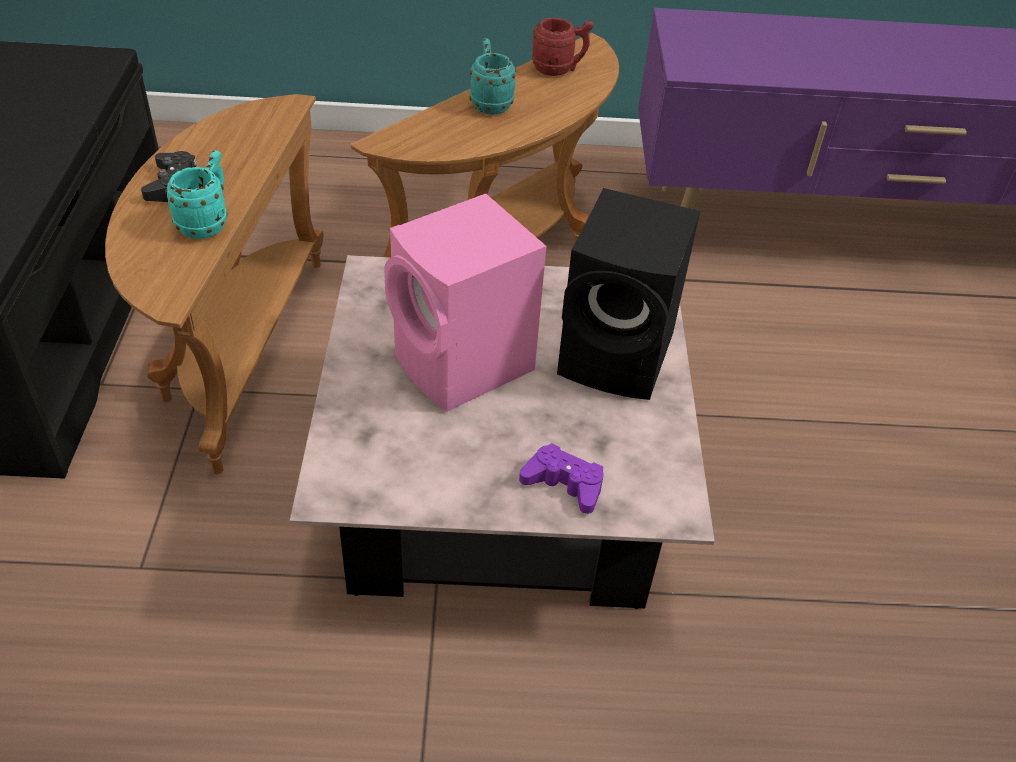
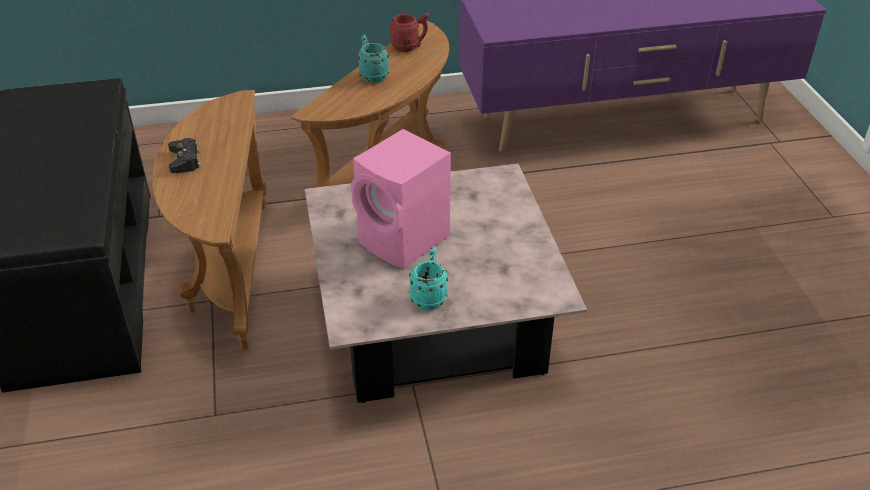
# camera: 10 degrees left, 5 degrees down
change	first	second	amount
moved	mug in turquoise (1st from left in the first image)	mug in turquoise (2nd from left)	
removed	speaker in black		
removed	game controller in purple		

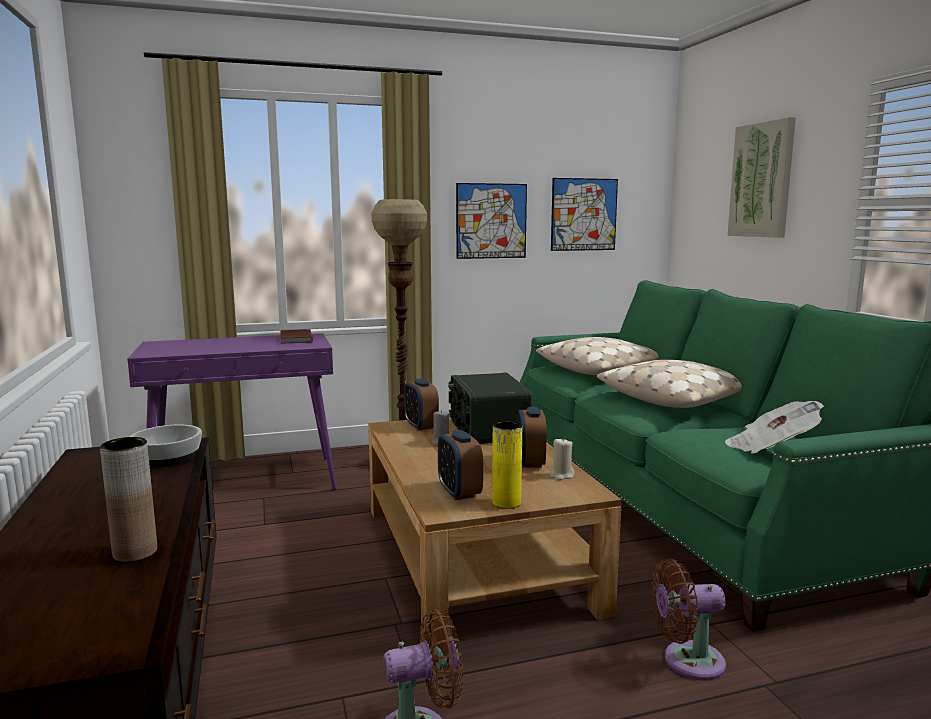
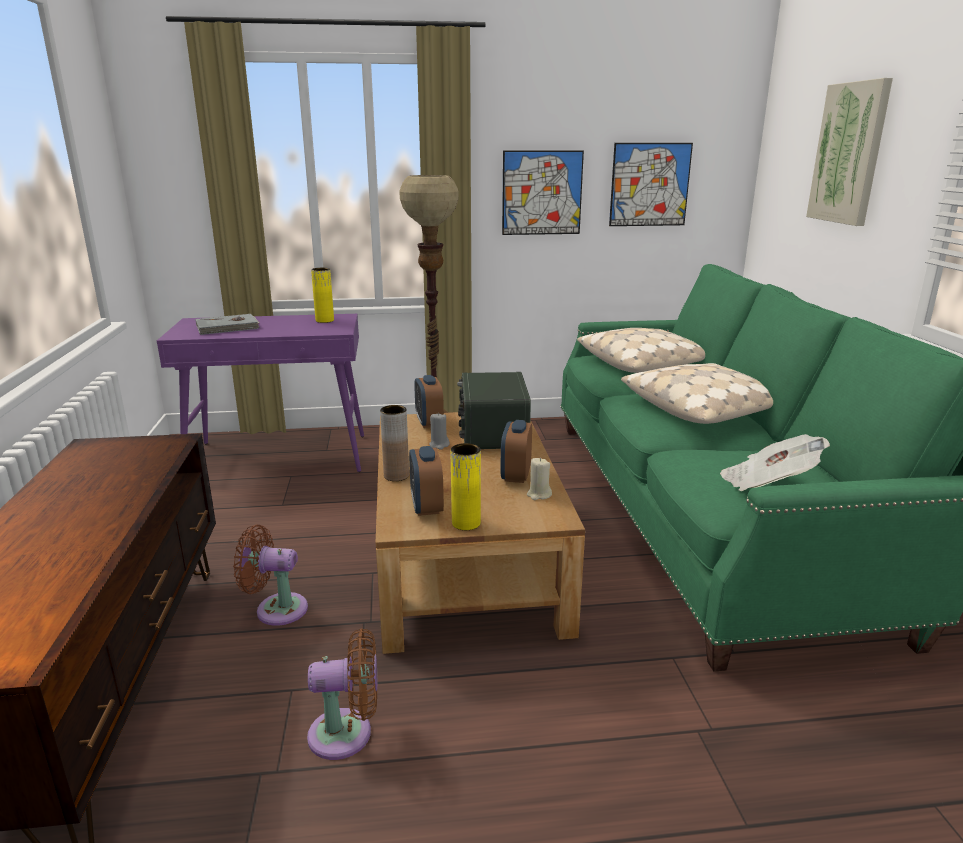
# camera: 10 degrees right, 10 degrees up
change	first	second	amount
replaced	book in brown	vase in yellow (1st from left)	
removed	bowl		
moved	vase in brown		
moved	fan in brown (2nd from left in the first image)	fan in brown (1st from left)	
added		book in grey	

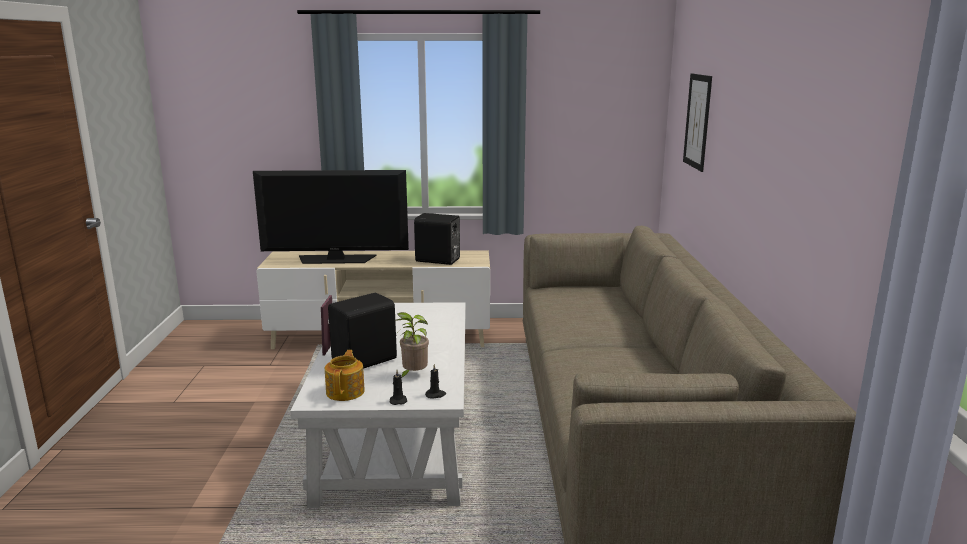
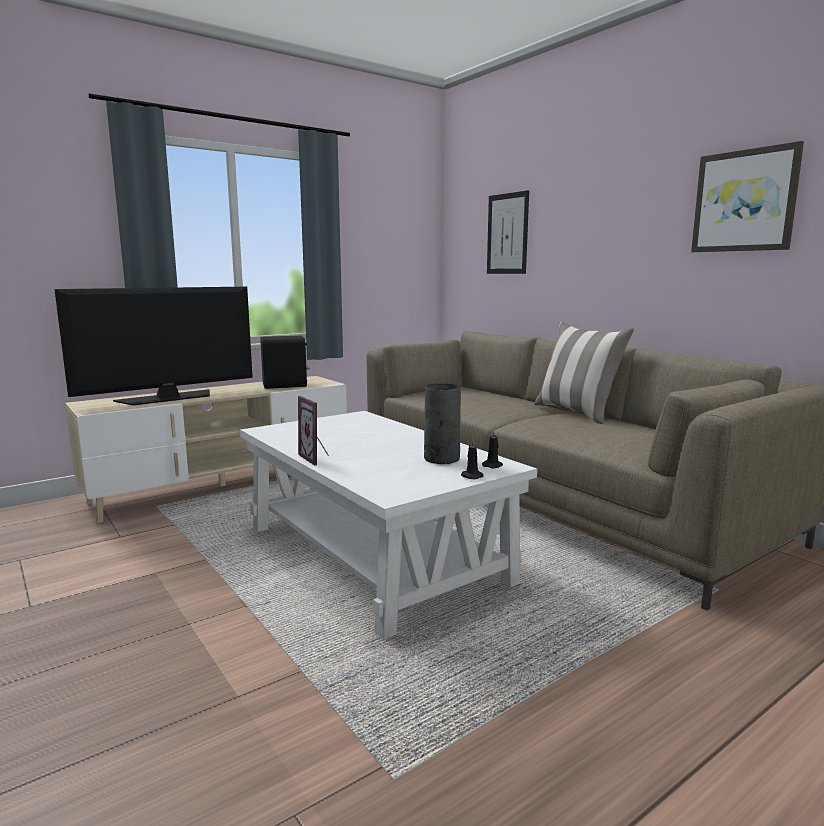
# camera: 35 degrees left, 5 degrees down
change	first	second	amount
removed	speaker in black (1st from left)		
replaced	potted plant	vase in grey	
removed	teapot		
added		picture (2nd from left)	
added		pillow	

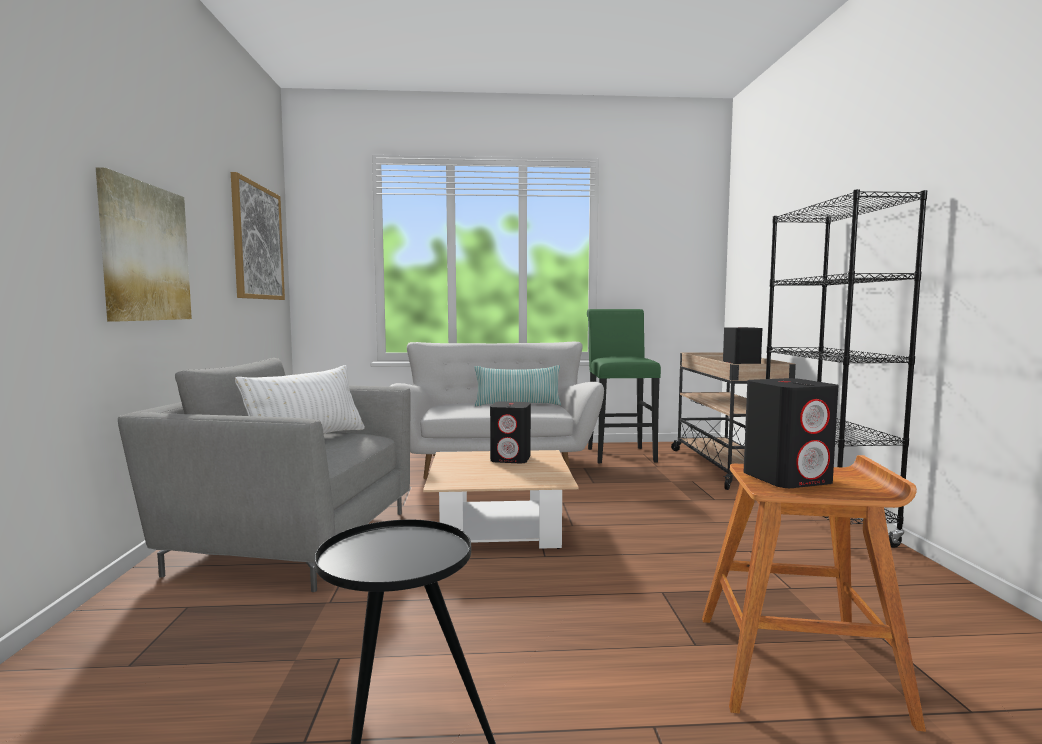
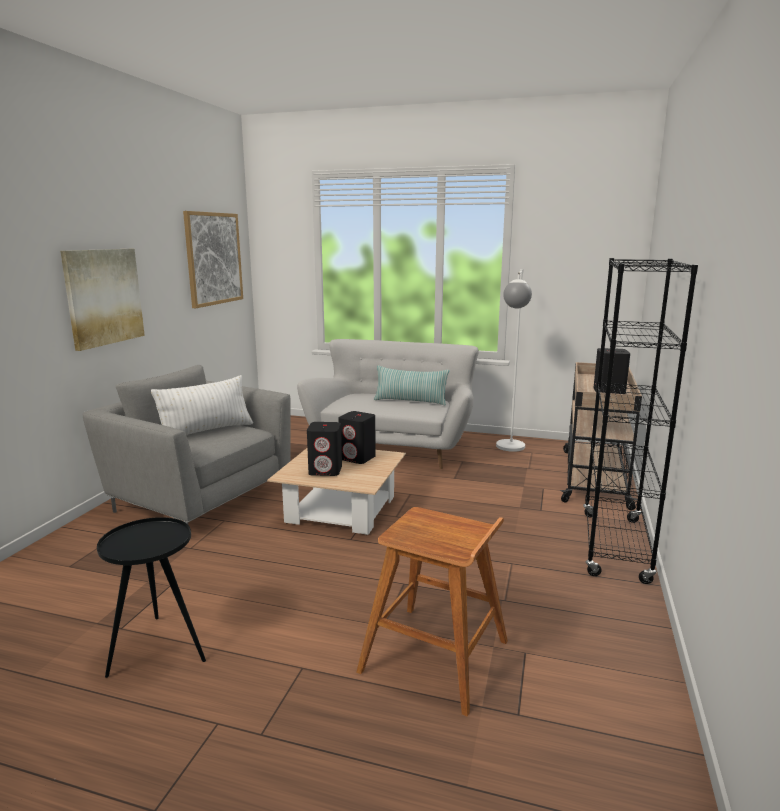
# camera: 20 degrees right, 10 degrees up
change	first	second	amount
replaced	stool in green	floor lamp in white	
moved	speaker in black (3rd from left in the first image)	speaker in black (1st from left)	

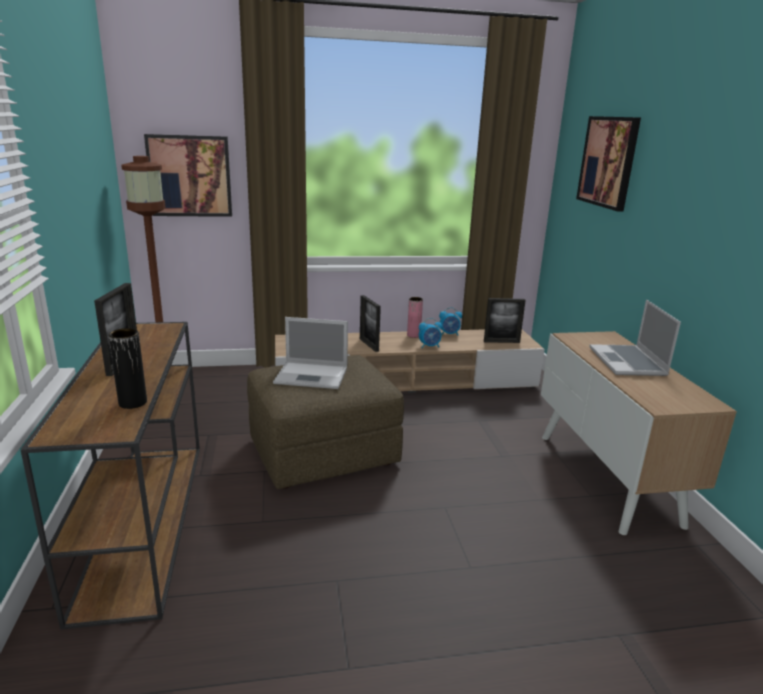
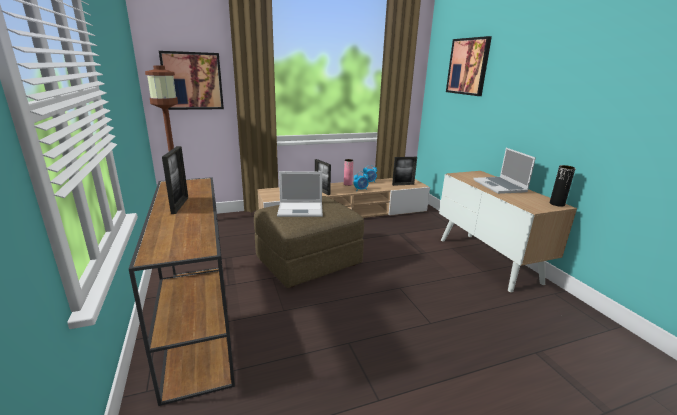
# camera: 10 degrees left, 0 degrees up
change	first	second	amount
moved	vase in black		

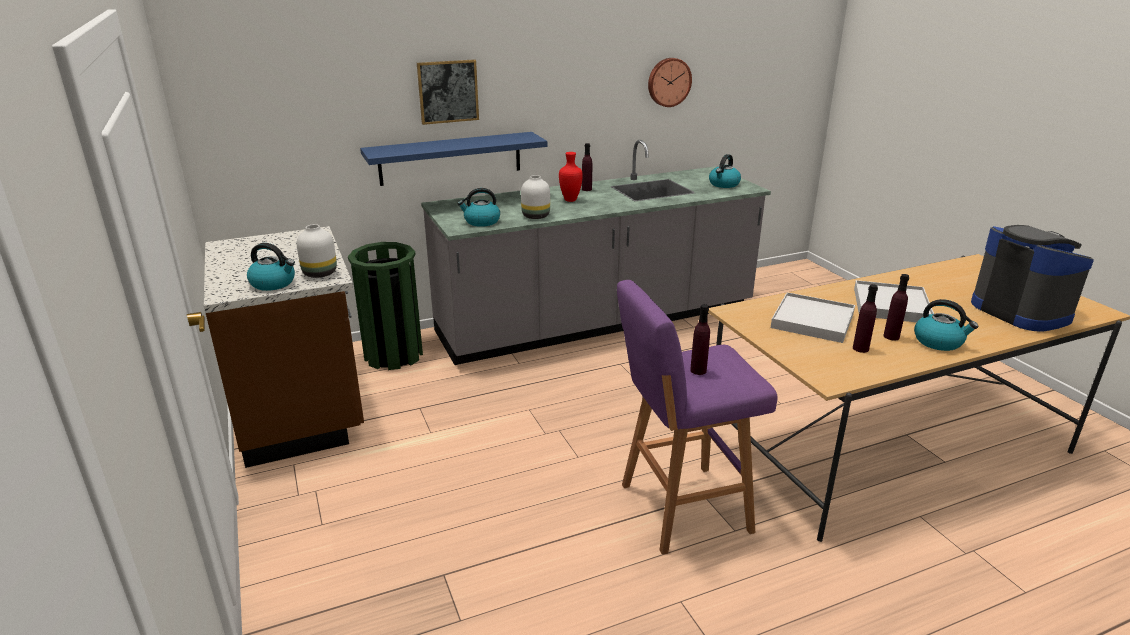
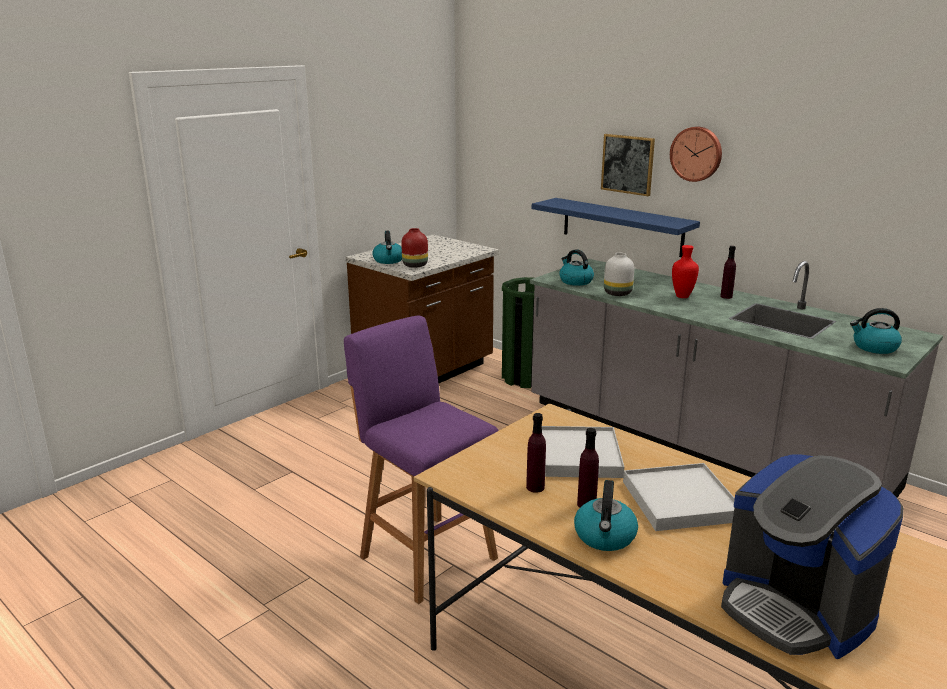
# camera: 65 degrees right, 5 degrees down
change	first	second	amount
moved	wall clock		
recoloured	vase in white (1st from left)	vase in red (1st from left)	
turned	coffee machine		105 degrees clockwise
removed	bottle in purple (2nd from left)		

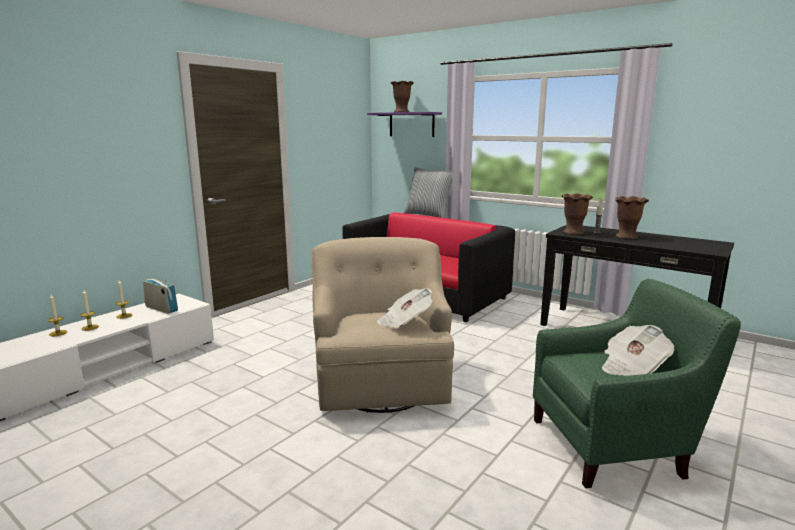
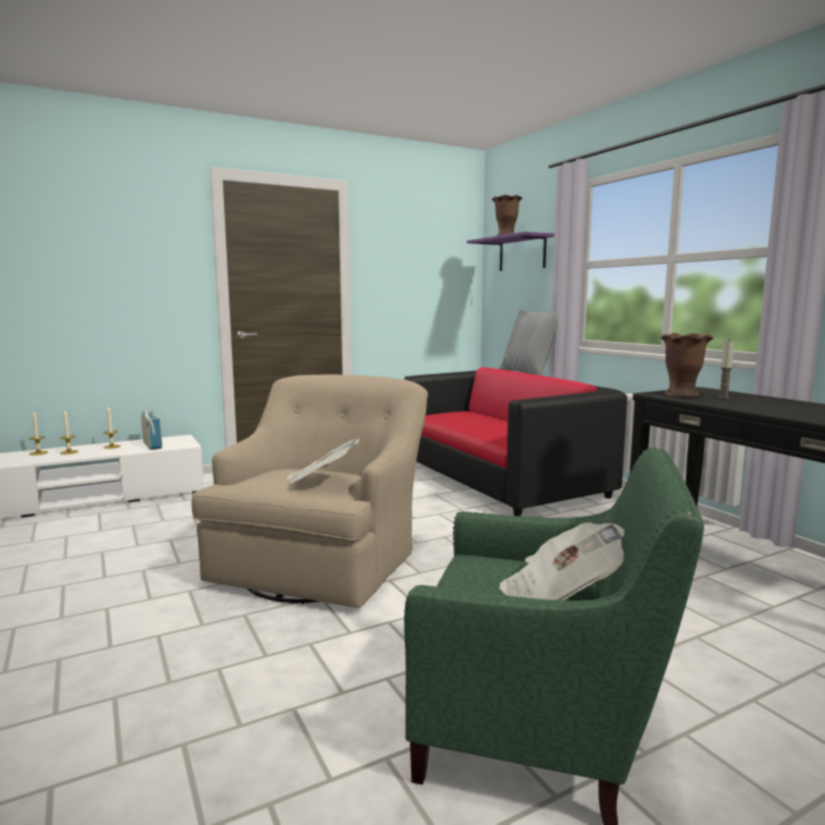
# camera: 25 degrees right, 5 degrees down
change	first	second	amount
removed	vase in brown (3rd from left)		

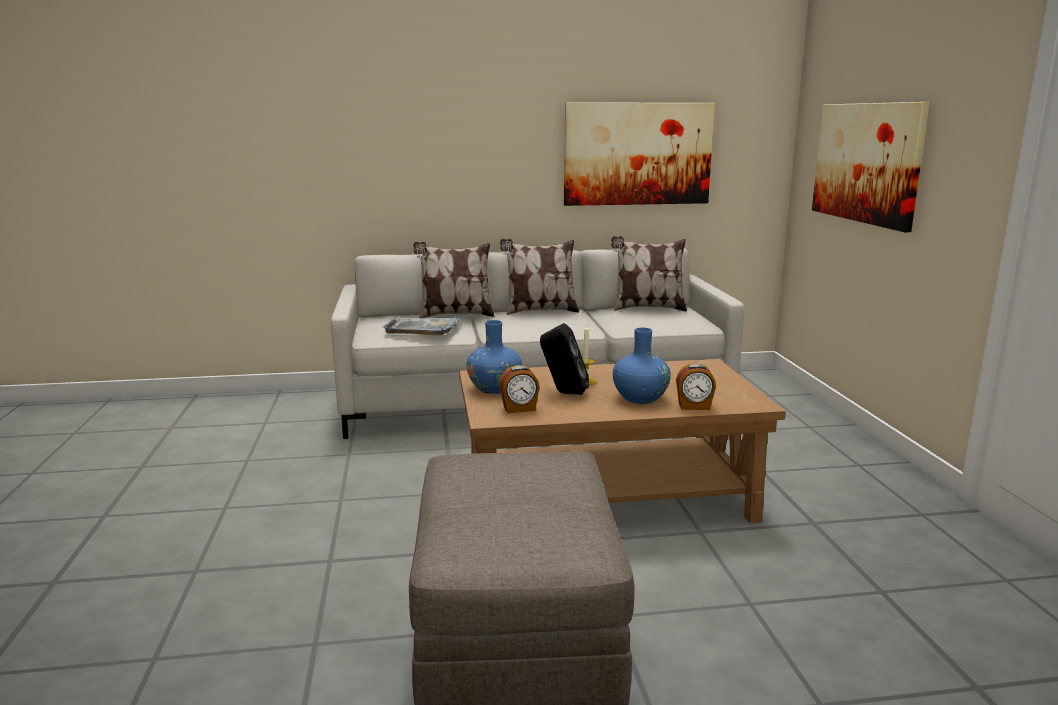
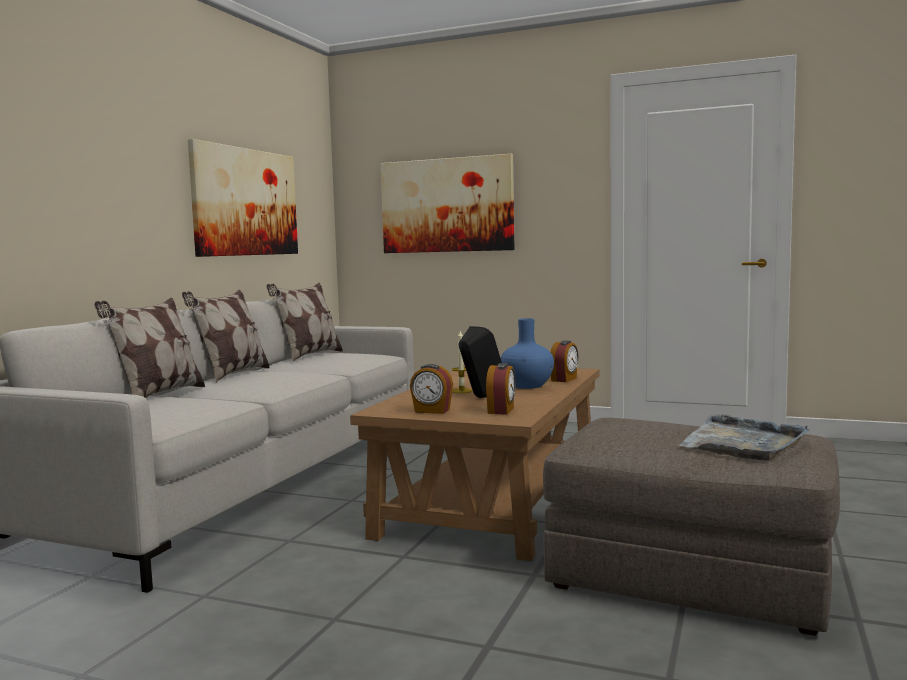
# camera: 60 degrees left, 10 degrees down
change	first	second	amount
moved	tray in grey		
replaced	vase in blue (1st from left)	alarm clock (1st from left)	

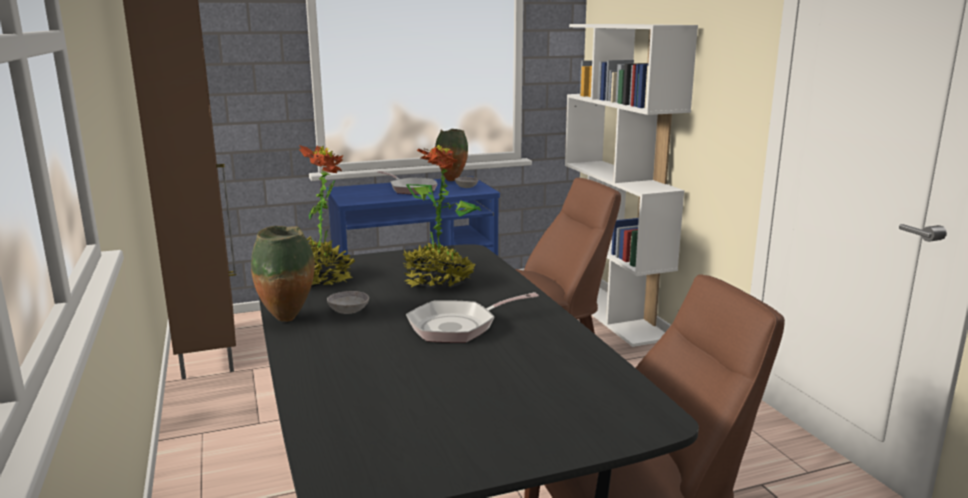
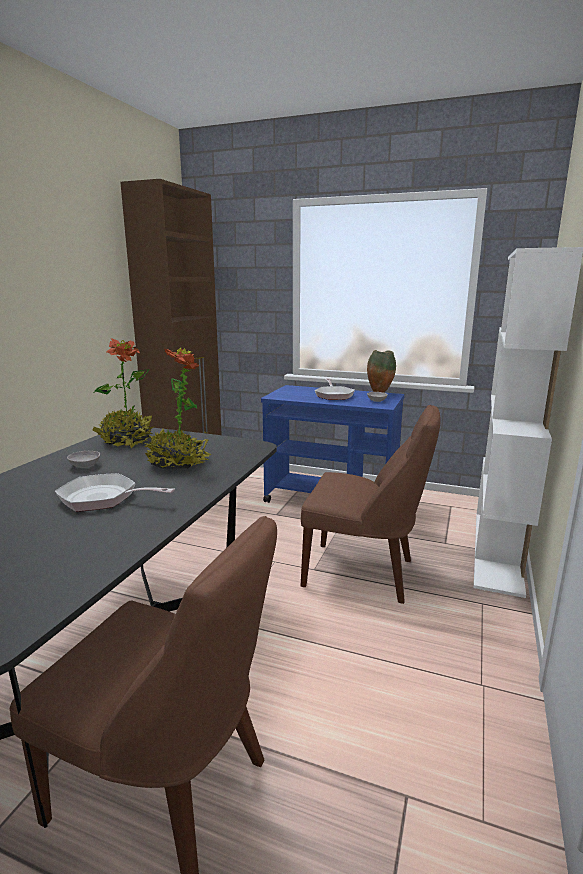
# camera: 40 degrees right, 0 degrees up
change	first	second	amount
removed	vase (1st from left)		

